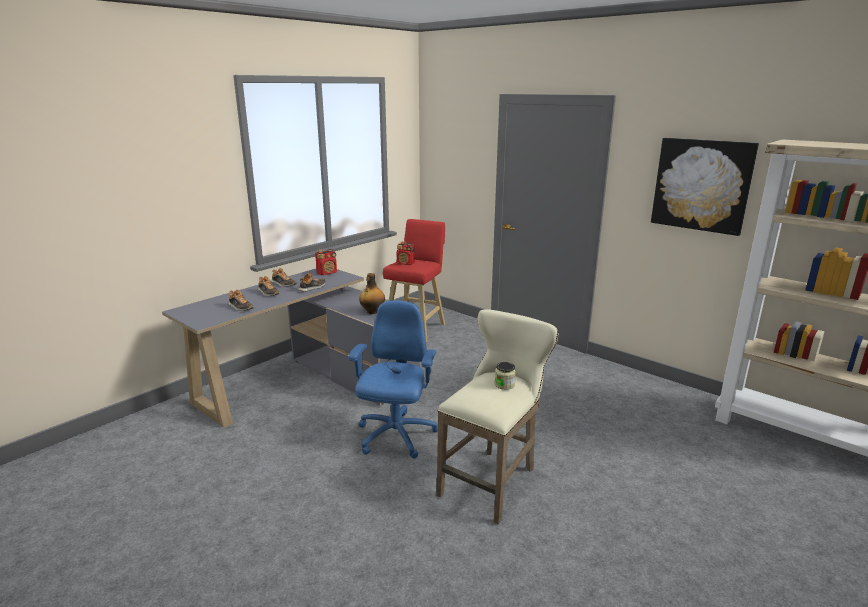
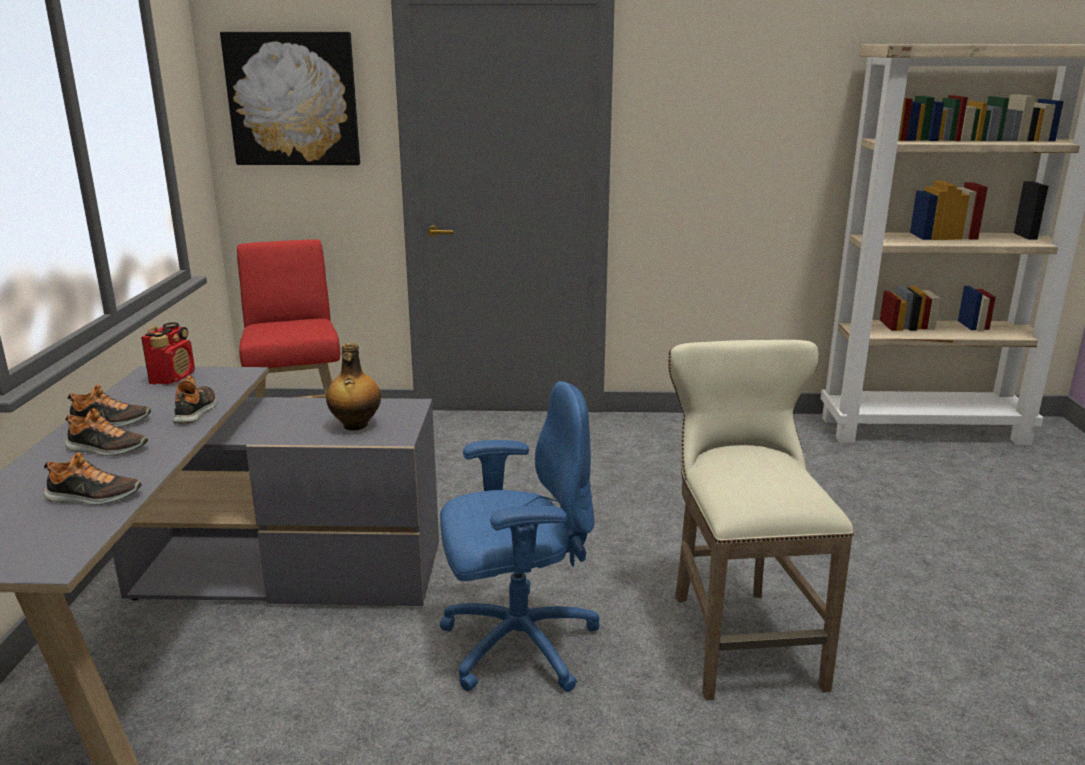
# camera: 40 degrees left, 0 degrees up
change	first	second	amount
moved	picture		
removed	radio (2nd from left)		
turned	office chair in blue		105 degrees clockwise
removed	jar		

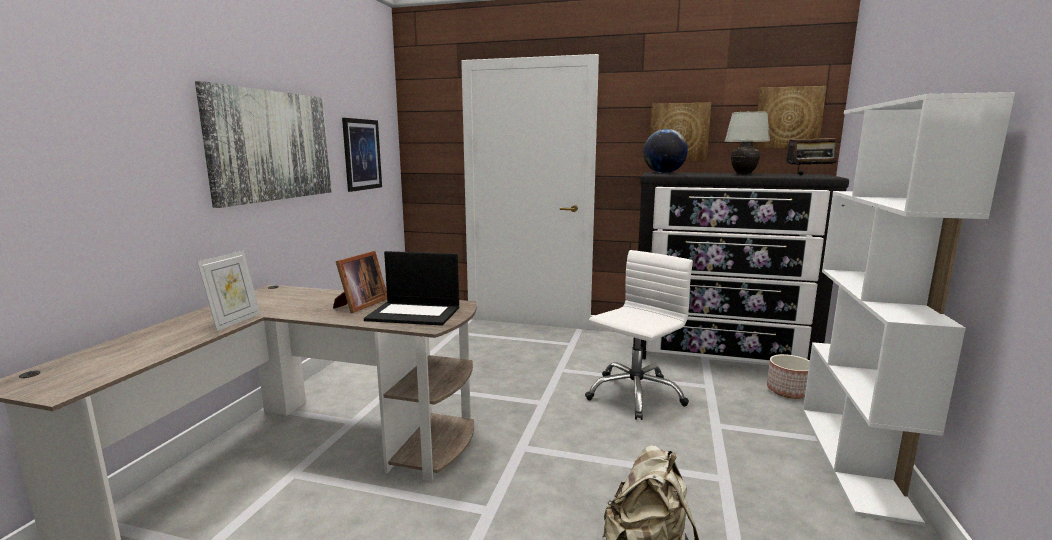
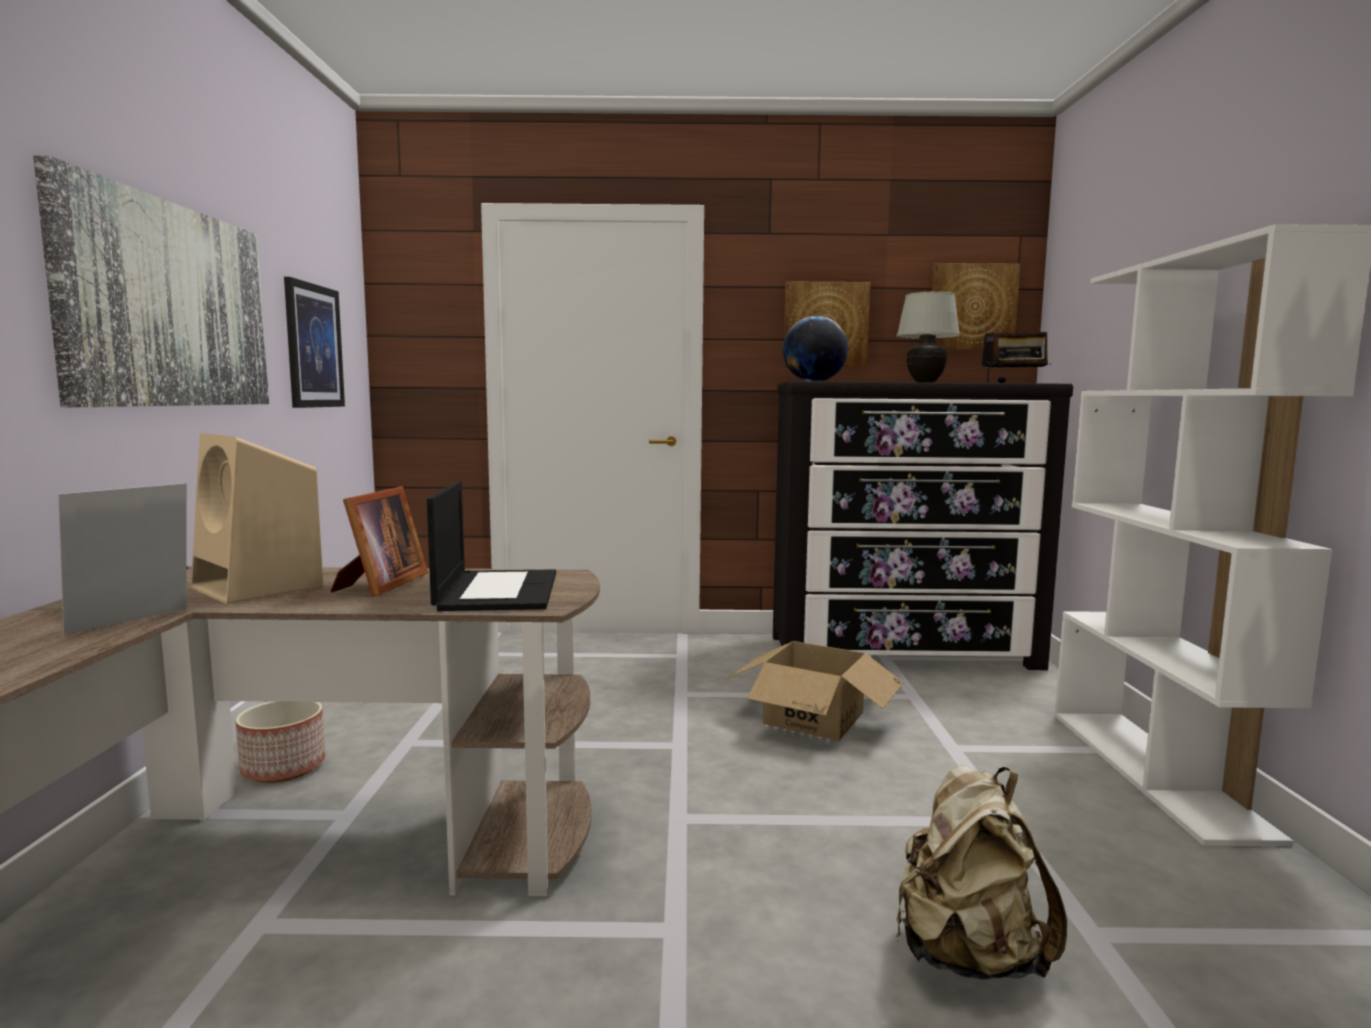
# camera: 15 degrees left, 5 degrees down
change	first	second	amount
replaced	office chair in white	cardboard box	
turned	picture frame (1st from left)		150 degrees counterclockwise
turned	laptop		90 degrees counterclockwise
moved	planter		
added		speaker in beige	

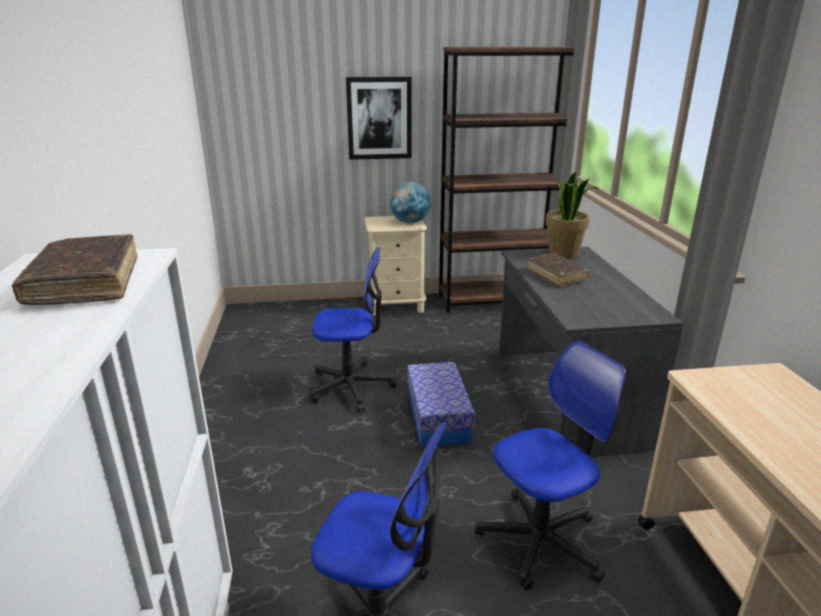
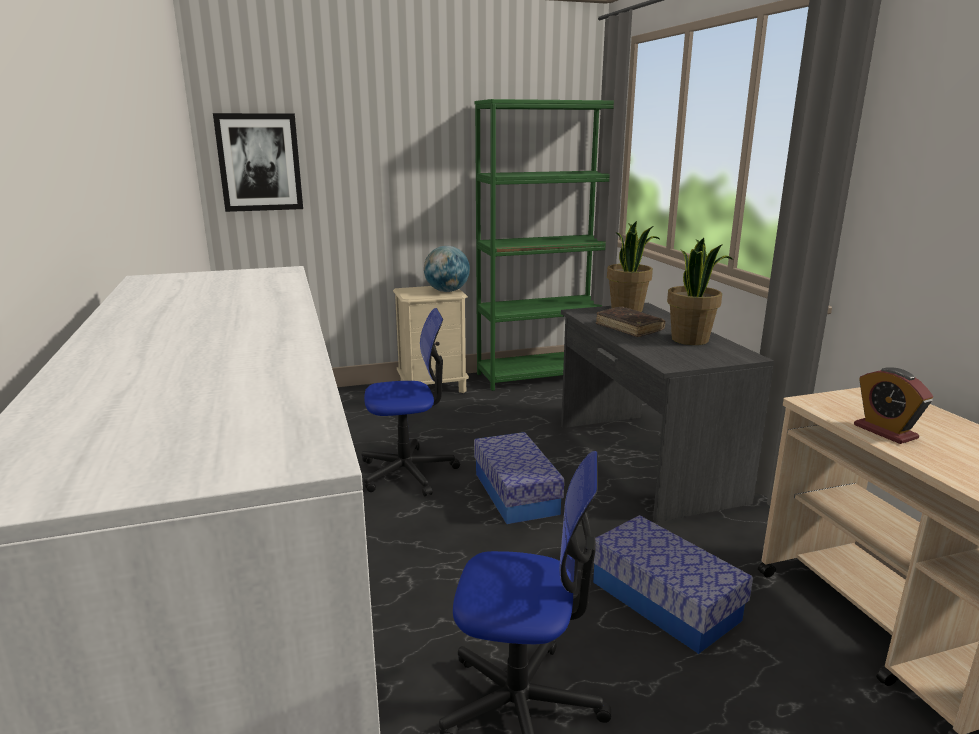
# camera: 10 degrees left, 5 degrees down
change	first	second	amount
recoloured	bookcase in brown	bookcase in green	
moved	picture		
removed	book in brown (1st from left)		
replaced	office chair (3rd from left)	storage box (2nd from left)	
added		potted plant (2nd from left)	
added		alarm clock	

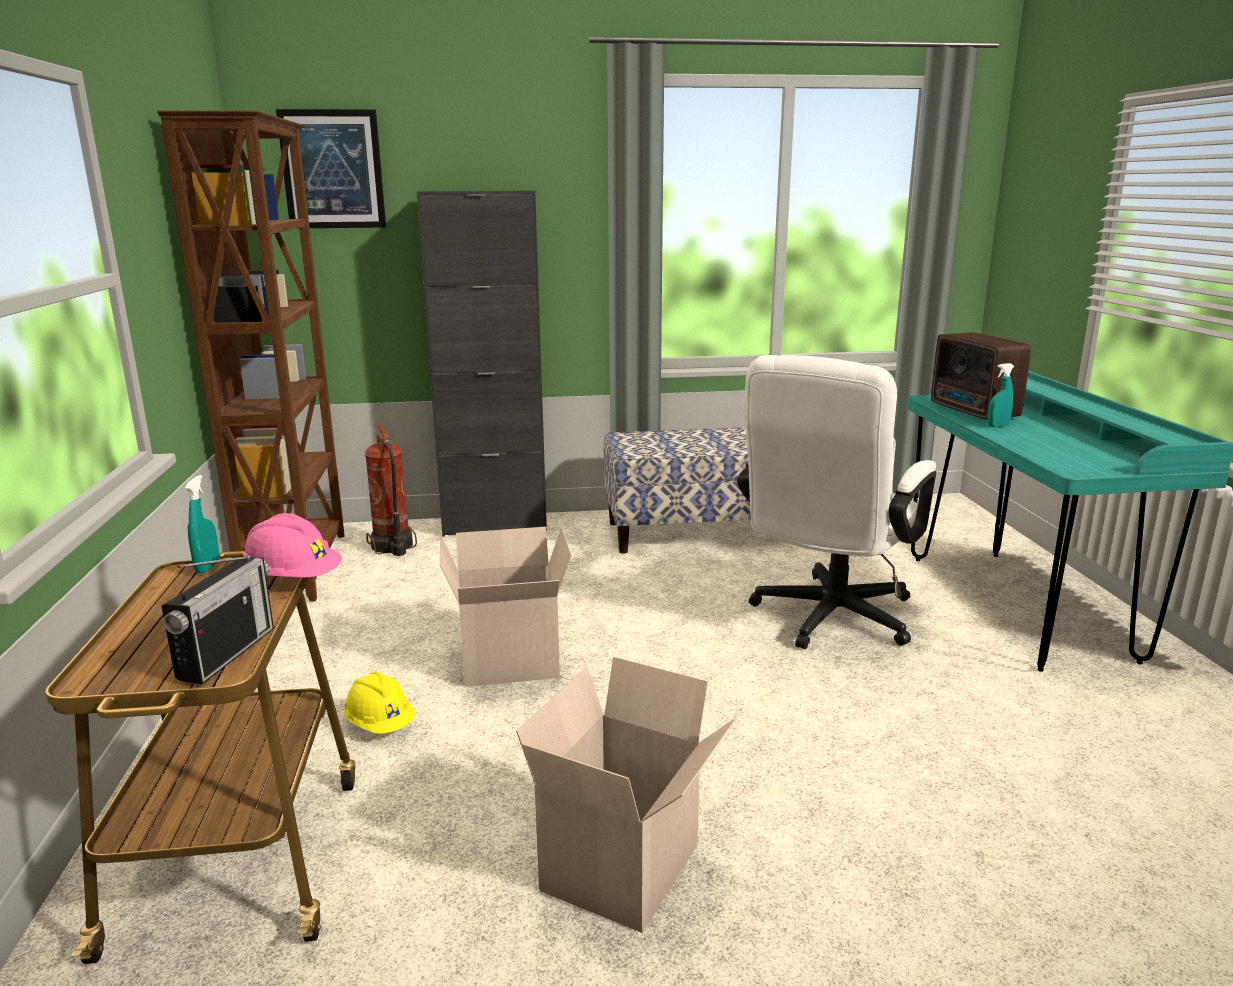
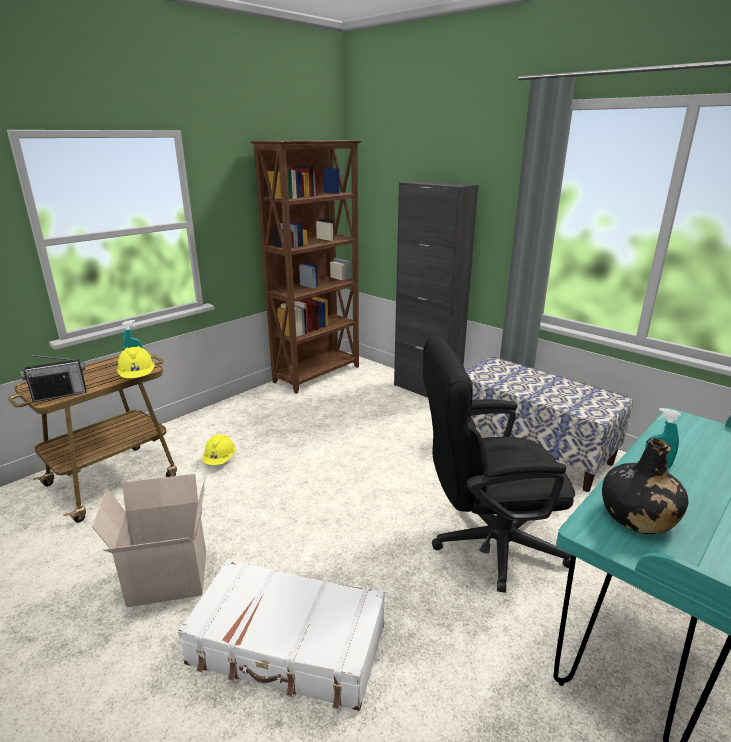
# camera: 50 degrees right, 5 degrees up
change	first	second	amount
removed	picture		
removed	radio (2nd from left)		
recoloured	office chair in white	office chair in black	
removed	fire extinguisher		
recoloured	hard hat in pink	hard hat in yellow (1st from left)	
removed	cardboard box (1st from left)		
added		bottle in black	
added		suitcase in white	

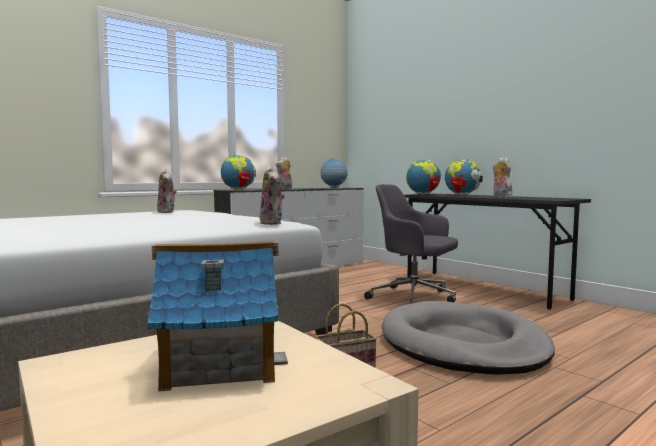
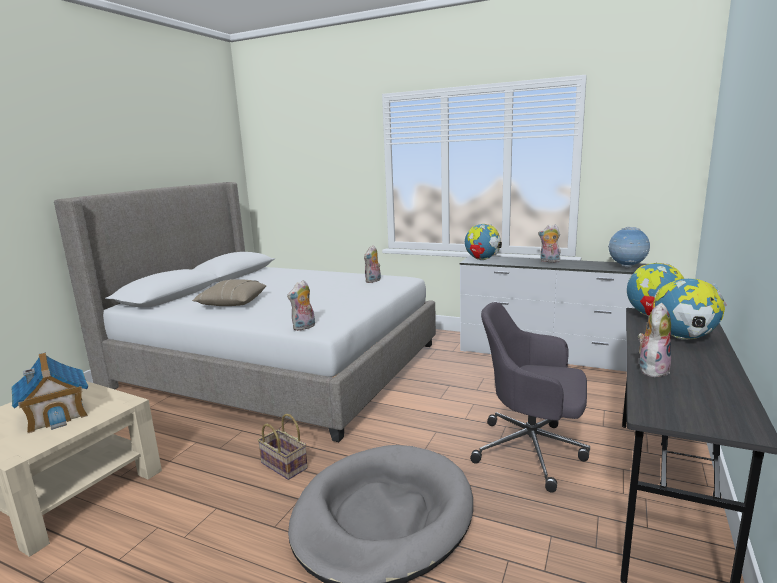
# camera: 65 degrees right, 10 degrees up
change	first	second	amount
turned	office chair in grey		75 degrees counterclockwise
added		pillow in beige	

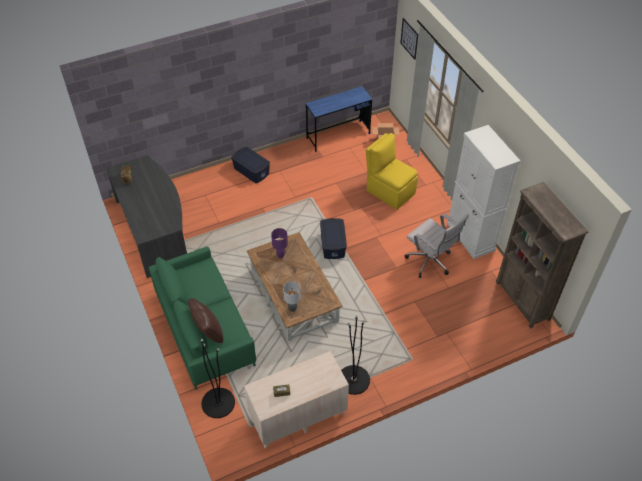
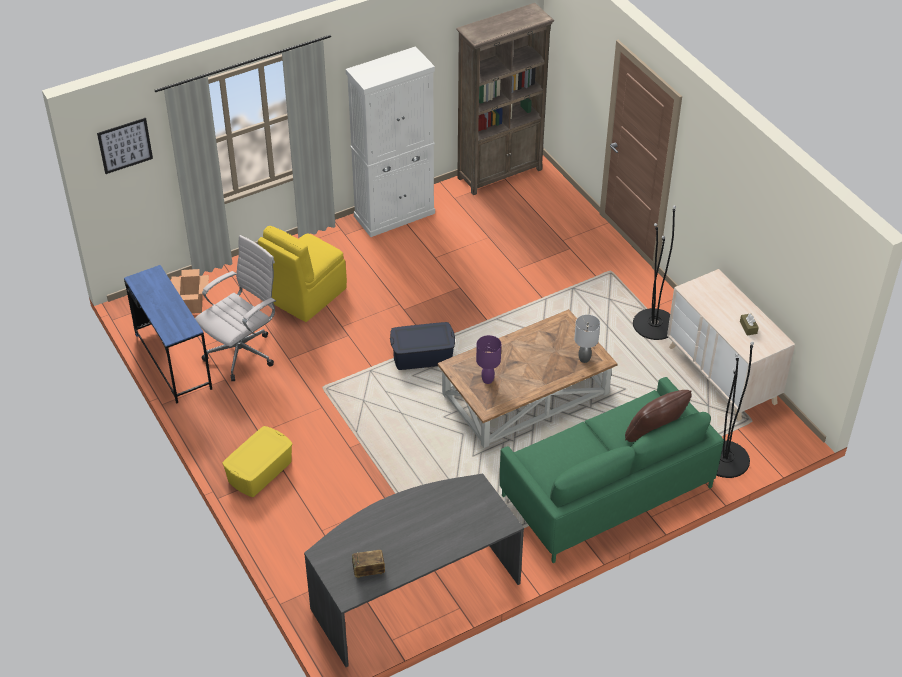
# camera: 95 degrees left, 5 degrees down
change	first	second	amount
recoloured	storage box in blue (1st from left)	storage box in yellow	
moved	office chair in white		

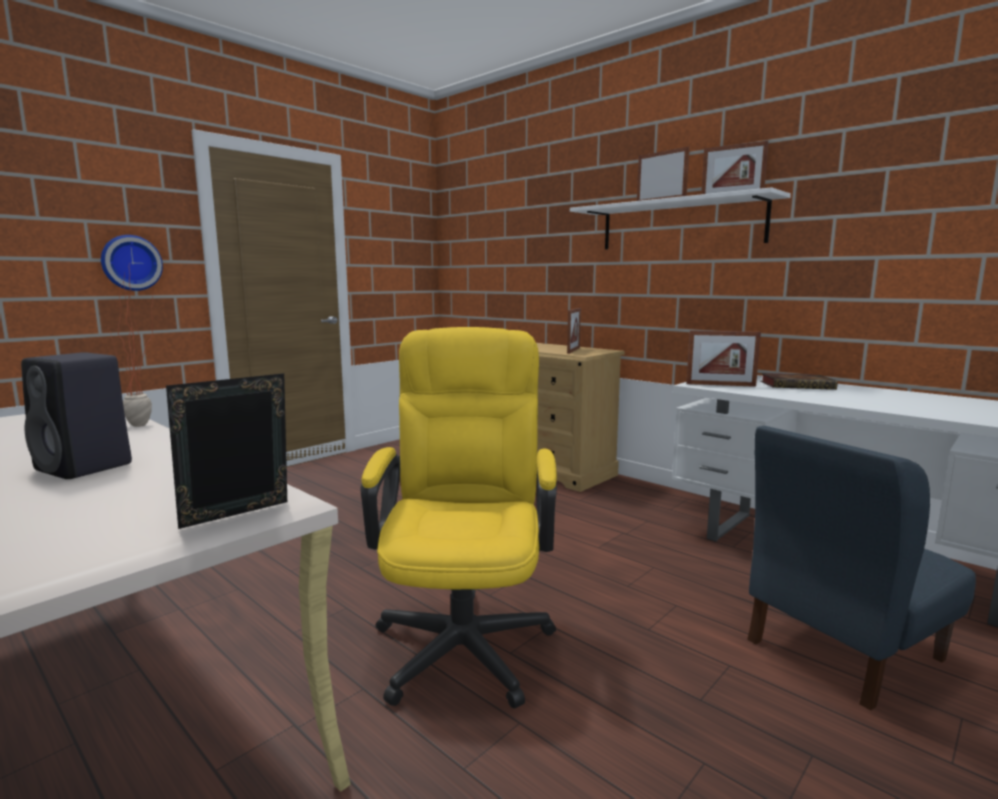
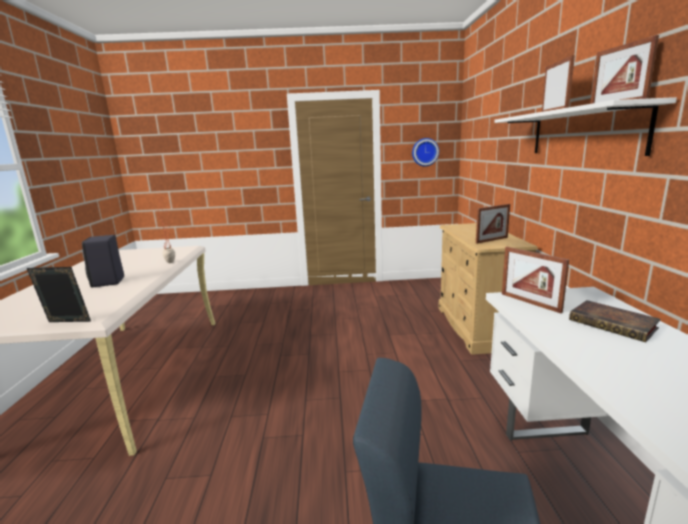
# camera: 45 degrees right, 5 degrees up
change	first	second	amount
moved	wall clock		
removed	office chair in yellow		

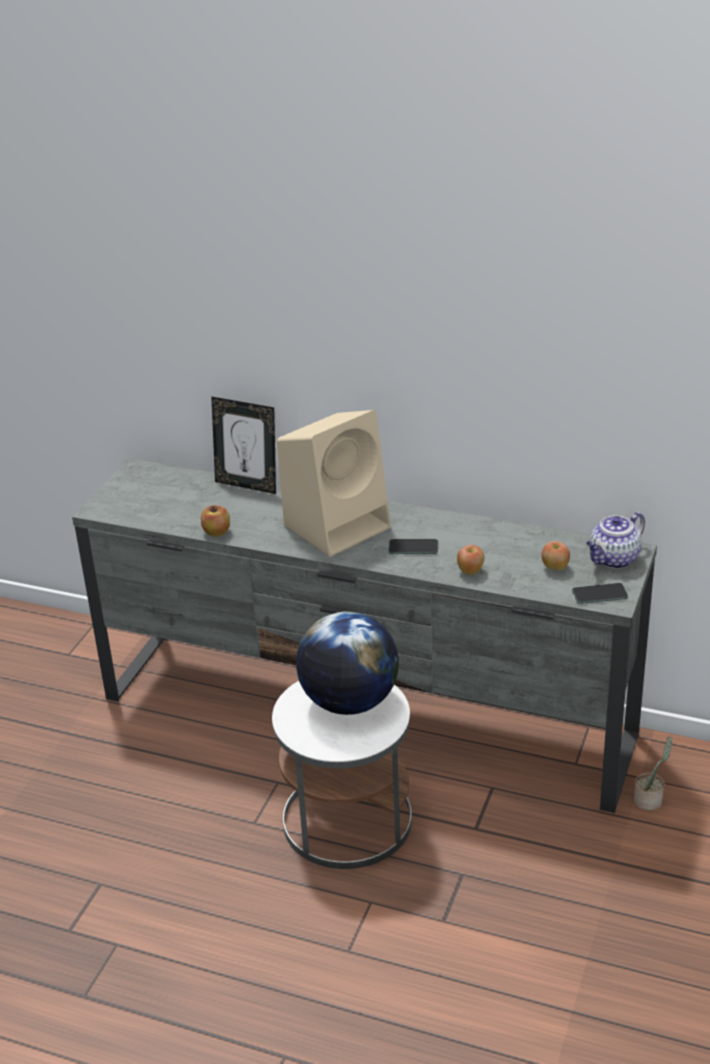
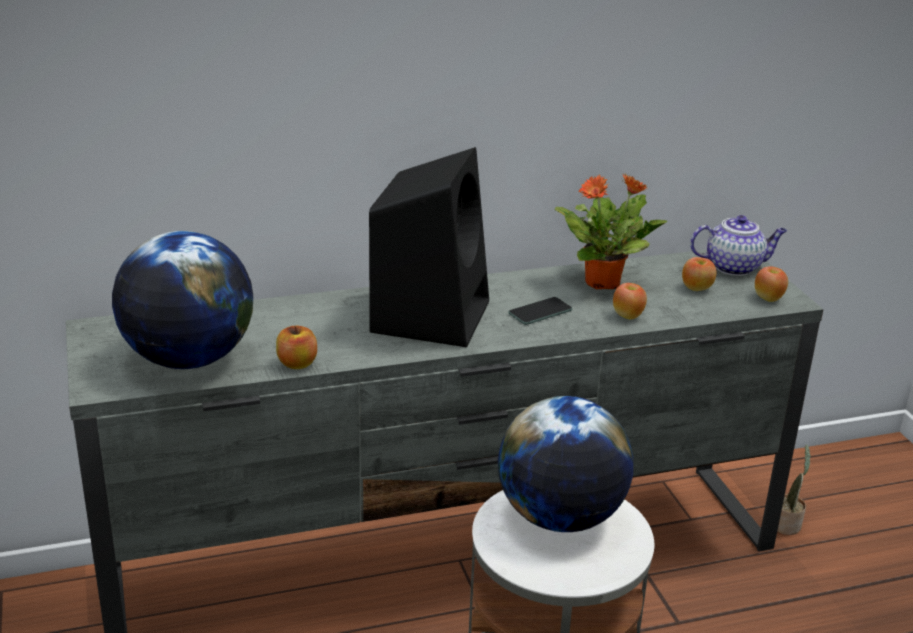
# camera: 40 degrees left, 5 degrees down
change	first	second	amount
removed	picture frame		
recoloured	speaker in beige	speaker in black	
turned	teapot		105 degrees counterclockwise
replaced	phone (2nd from left)	apple (4th from left)	
added		potted plant (1st from left)	
added		globe (1st from left)	

